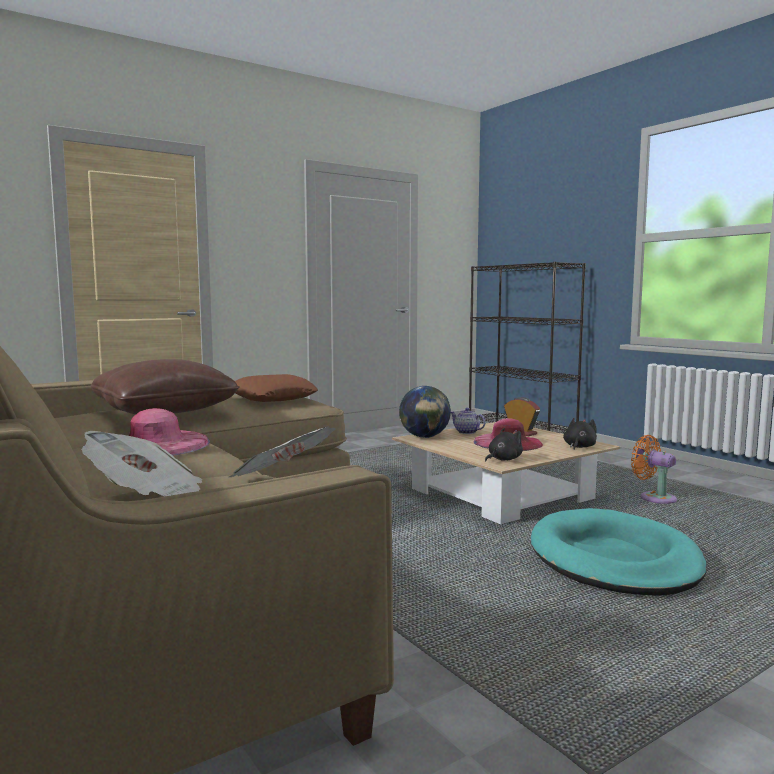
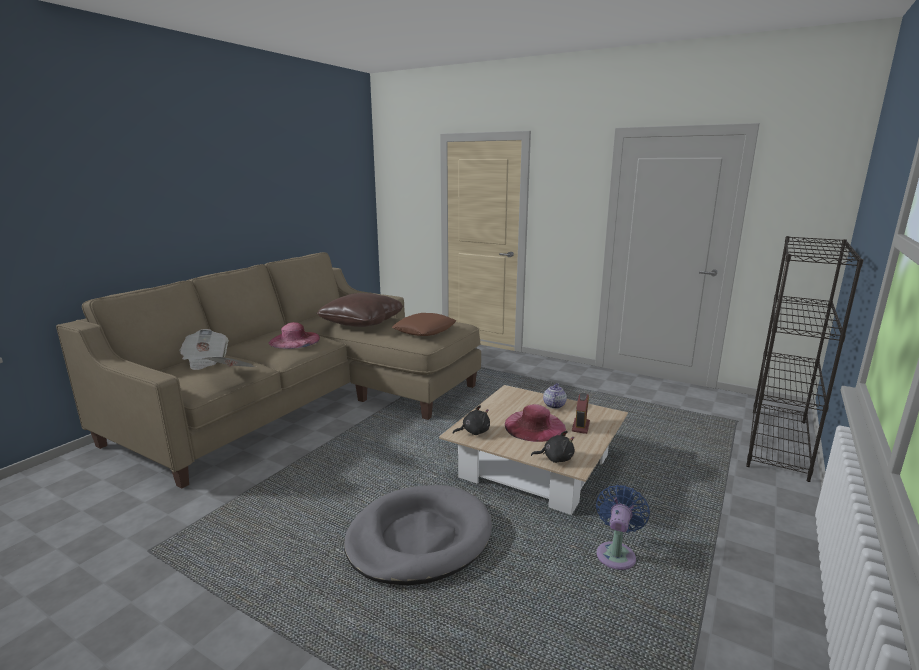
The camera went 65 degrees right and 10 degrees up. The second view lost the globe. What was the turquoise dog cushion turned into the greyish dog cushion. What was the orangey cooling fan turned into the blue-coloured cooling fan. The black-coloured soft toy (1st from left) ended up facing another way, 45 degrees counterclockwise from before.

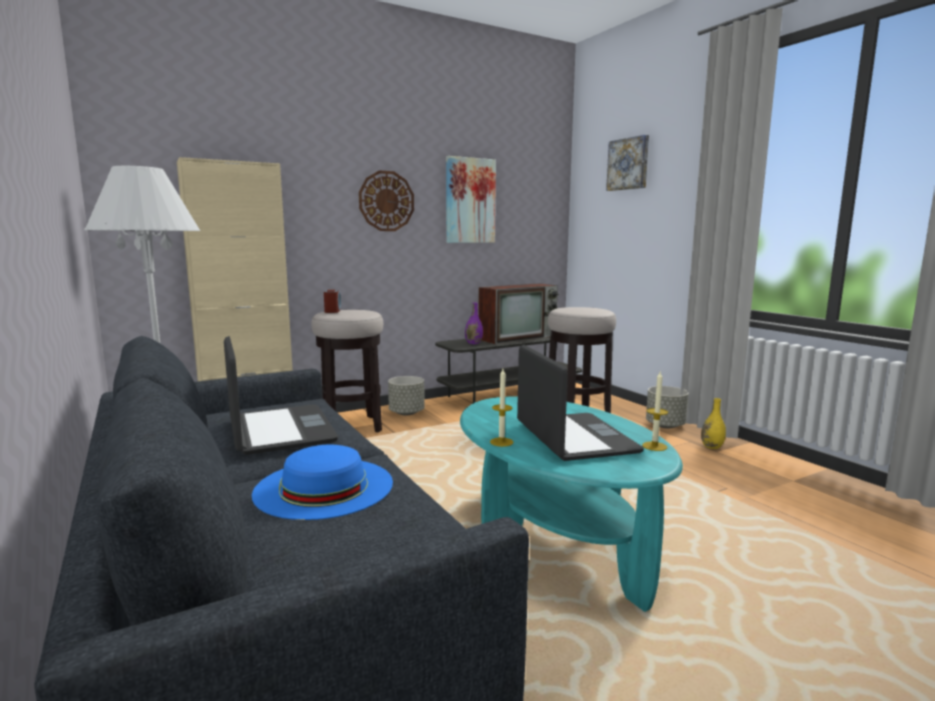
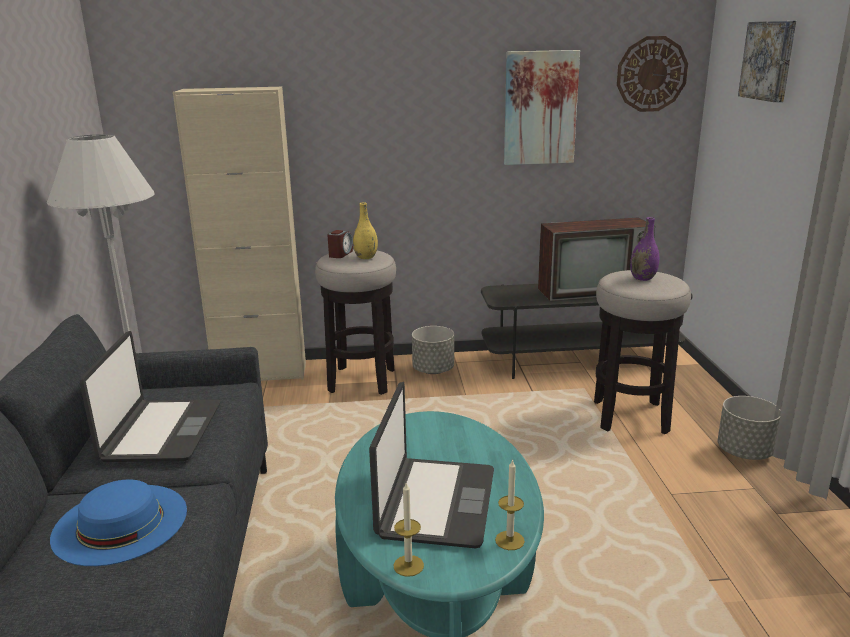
The camera went 25 degrees right and 10 degrees up. The clock on the wall ended up elsewhere. The purple-coloured vase ended up elsewhere. The wax candle (1st from left) ended up elsewhere. The yellow vase ended up elsewhere.

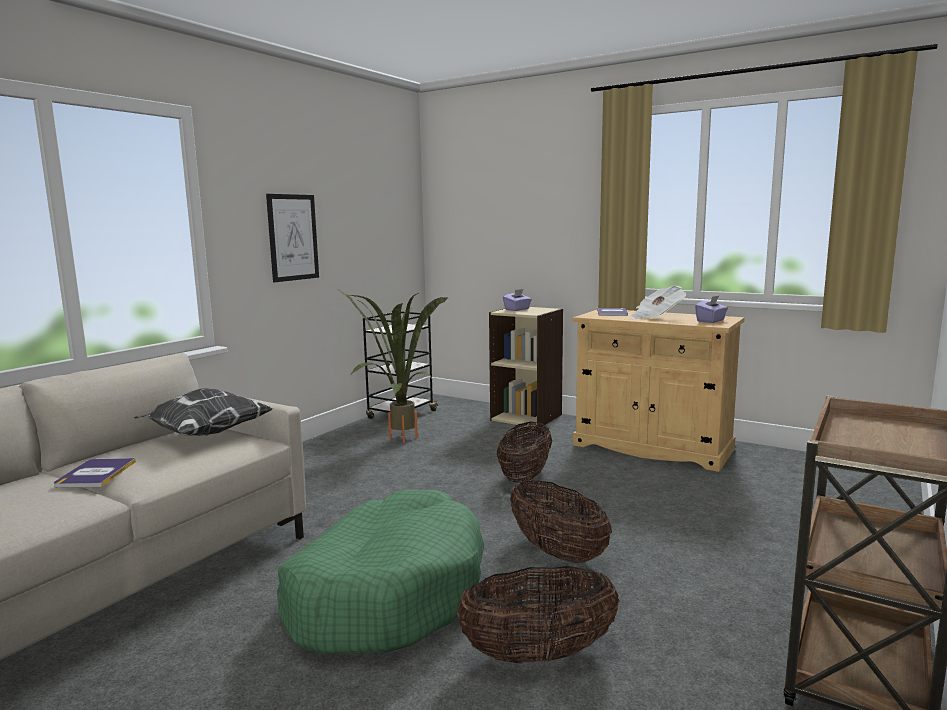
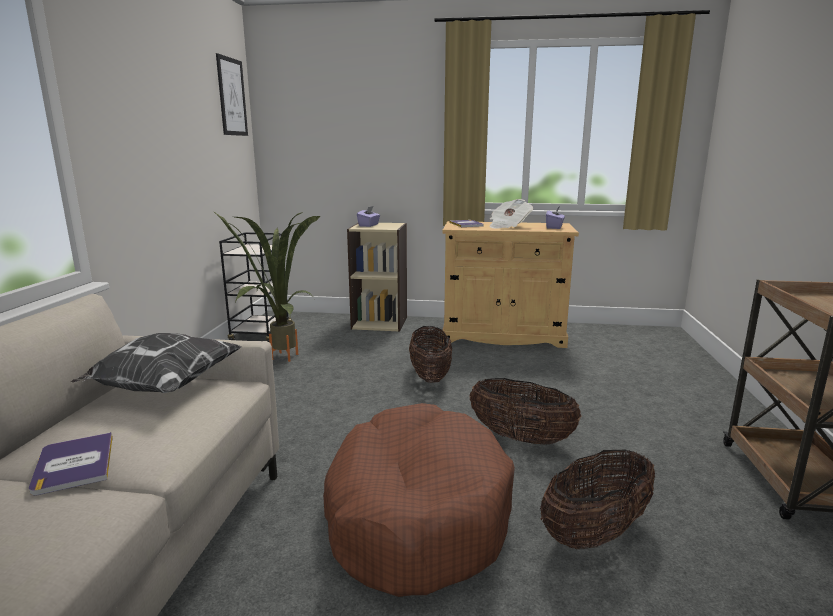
The camera went 25 degrees left and 5 degrees up. The picture ended up elsewhere. What was the greenish dog cushion turned into the brown-coloured dog cushion.

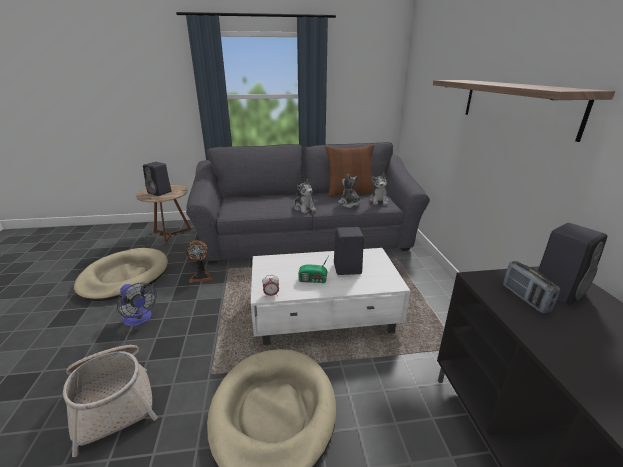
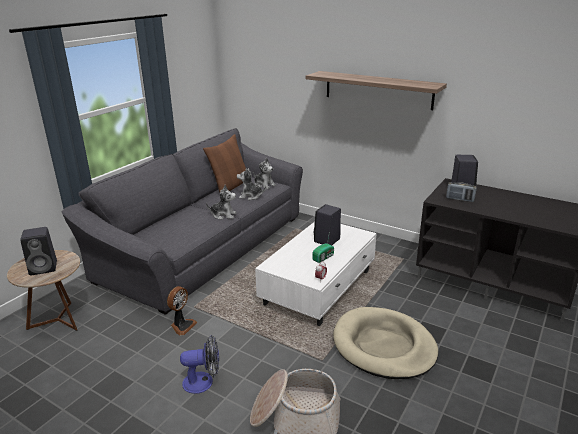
The camera went 50 degrees left and 0 degrees up. The second view lost the beige-coloured dog cushion (1st from left).

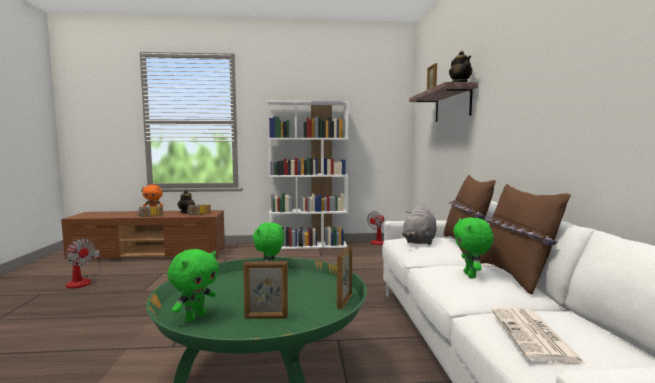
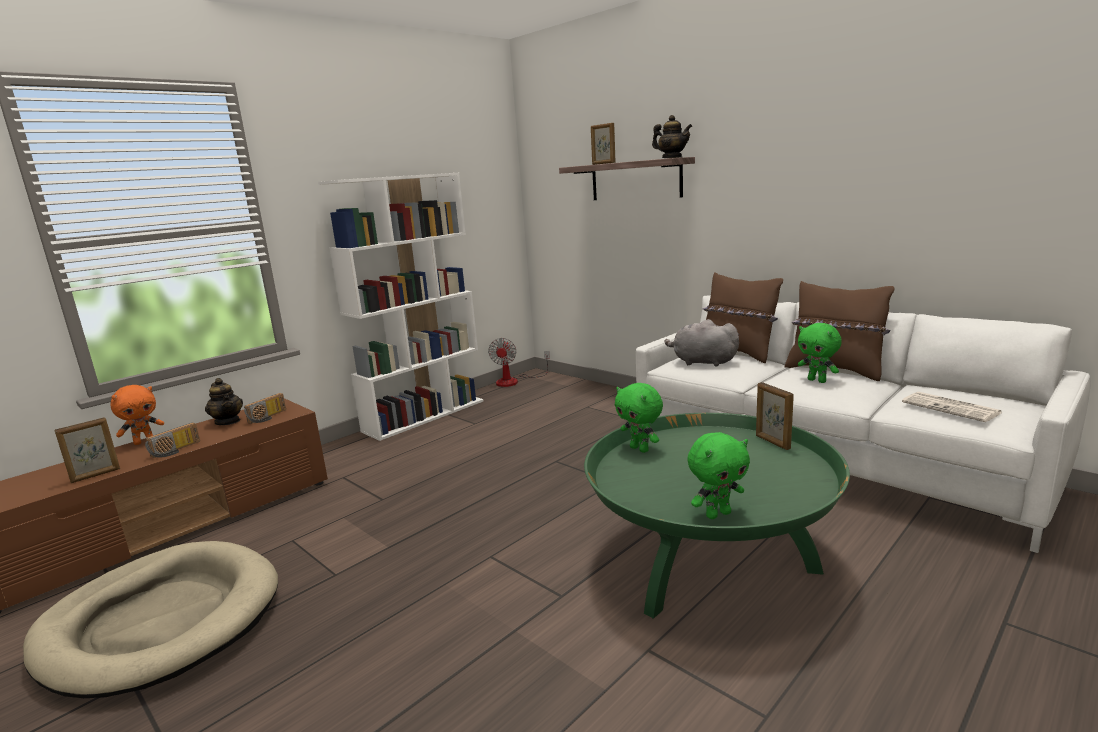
The camera went 40 degrees left and 10 degrees up. The picture frame (1st from left) ended up elsewhere. Where the cooling fan (1st from left) stood, the beige-coloured dog cushion came to stand. The greenish soft toy (1st from left in the first image) ended up facing another way, 75 degrees clockwise from before. The greyish soft toy ended up facing another way, 135 degrees clockwise from before.

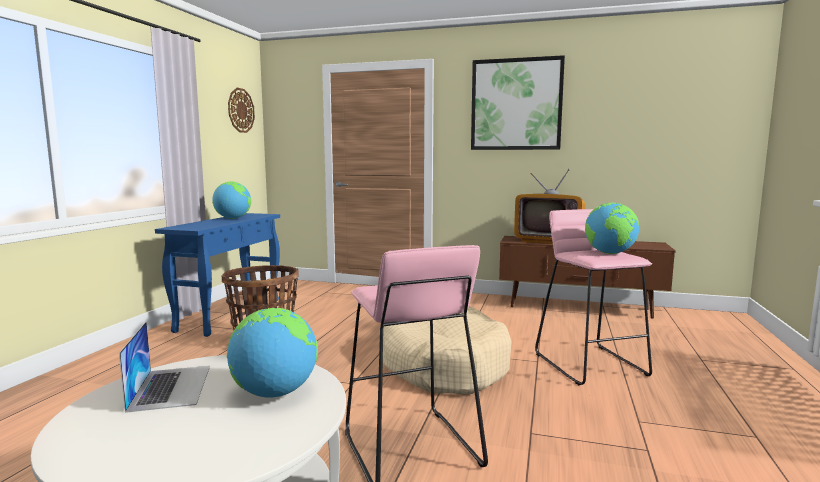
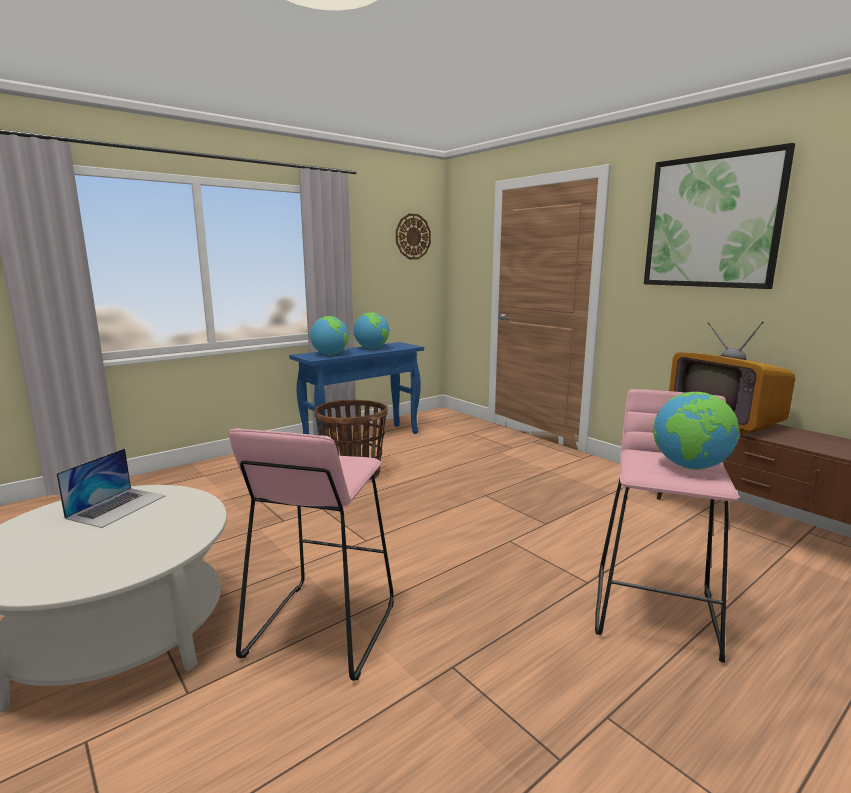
The camera went 35 degrees right and 5 degrees up. The second view lost the beige-coloured dog cushion. The globe (2nd from left in the first image) ended up elsewhere.

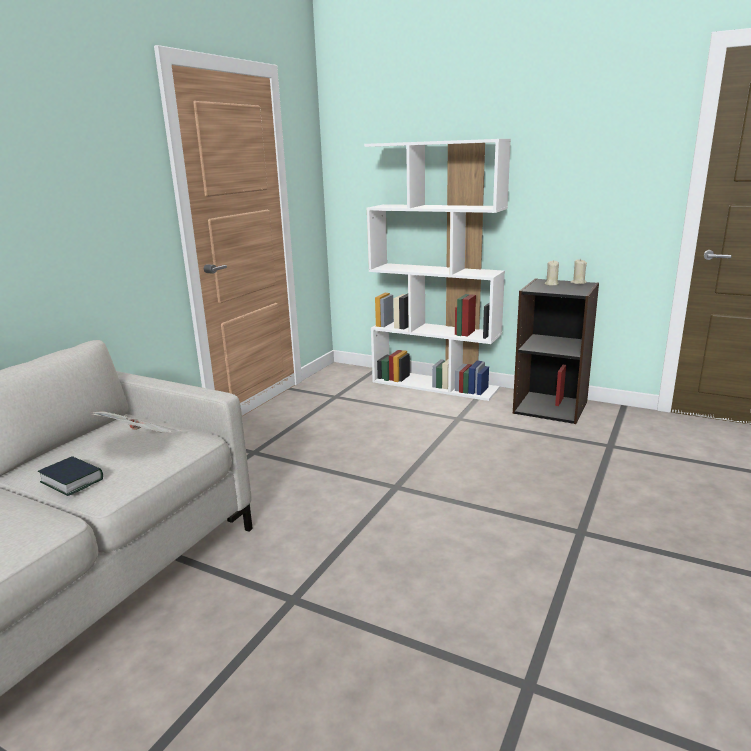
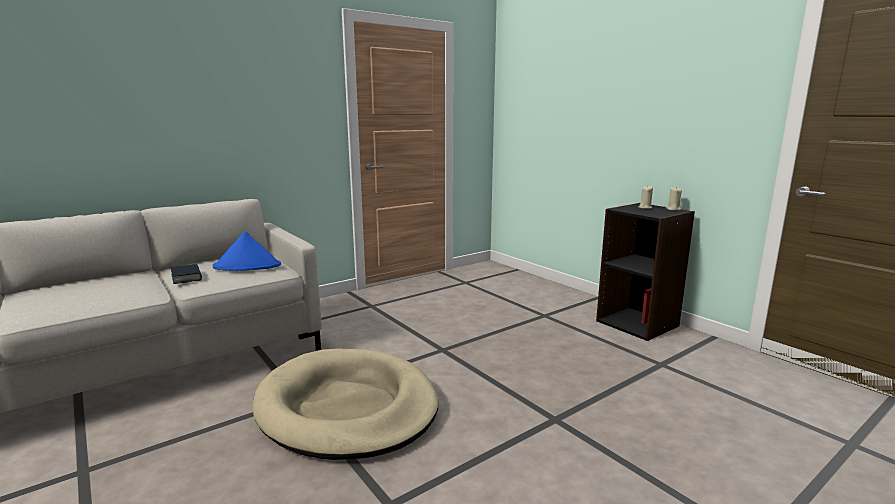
The camera went 25 degrees right and 5 degrees down. The second view lost the whitish shelving unit. The second view gained the beige-coloured dog cushion. Where the daily paper stood, the blue-coloured clothing hat came to stand.

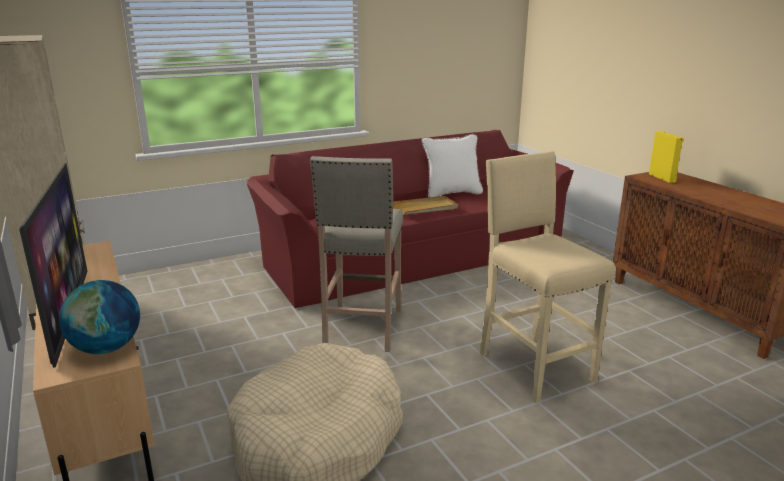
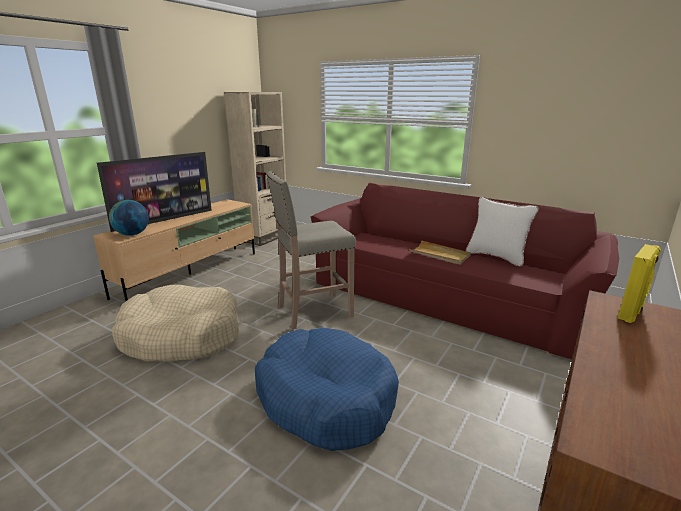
The camera went 60 degrees right and 0 degrees up. Where the beige-coloured stool seat (2nd from left) stood, the blue-coloured dog cushion came to stand.

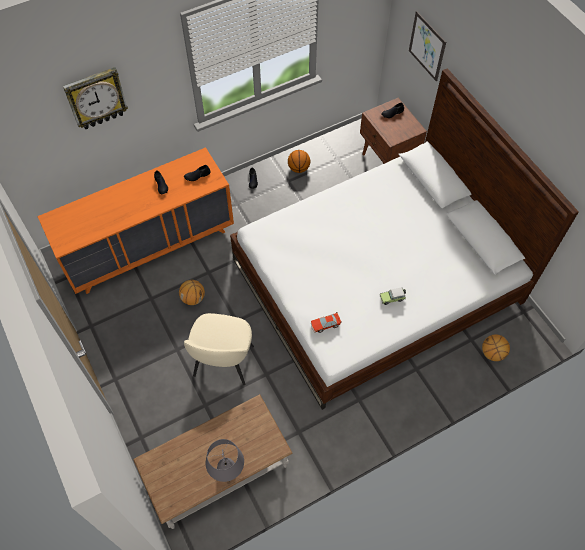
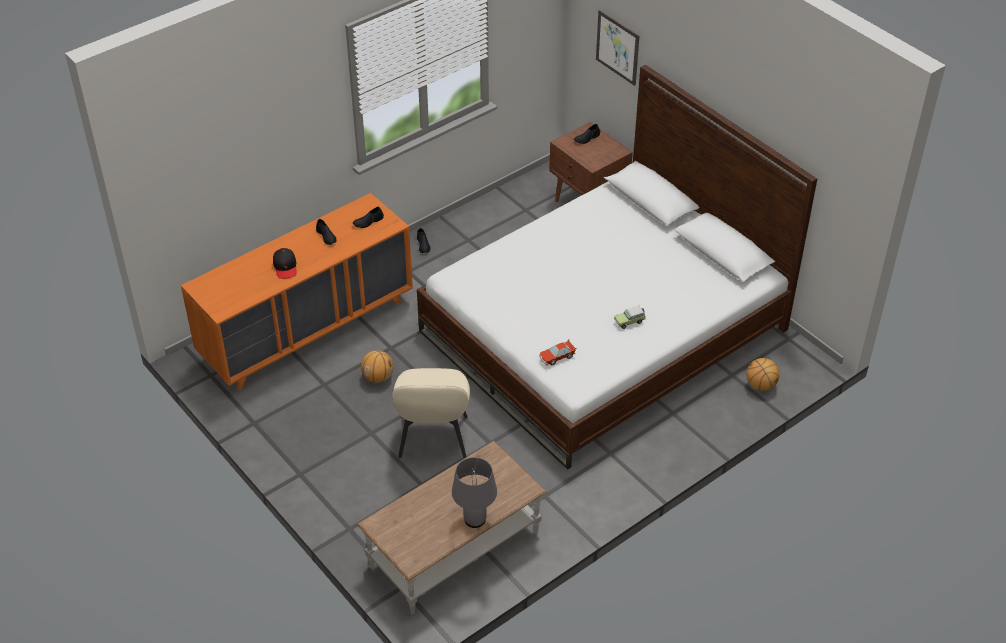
The camera went 10 degrees left and 15 degrees down. The second view lost the clock on the wall. The second view lost the basketball ball (2nd from left). The second view gained the black-coloured peaked cap.

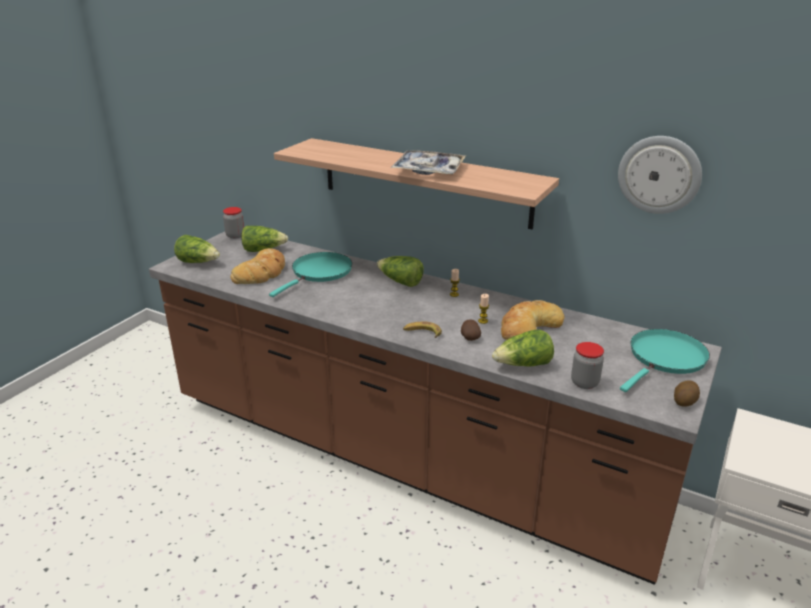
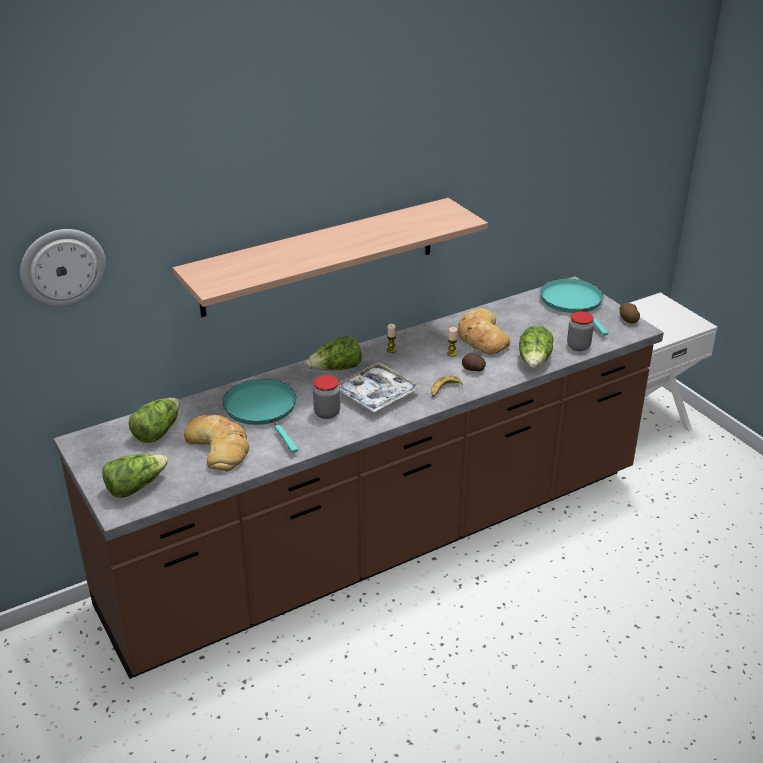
The camera went 60 degrees left and 5 degrees up. The jar (1st from left) ended up elsewhere. The serving tray ended up elsewhere. The clock on the wall ended up elsewhere.

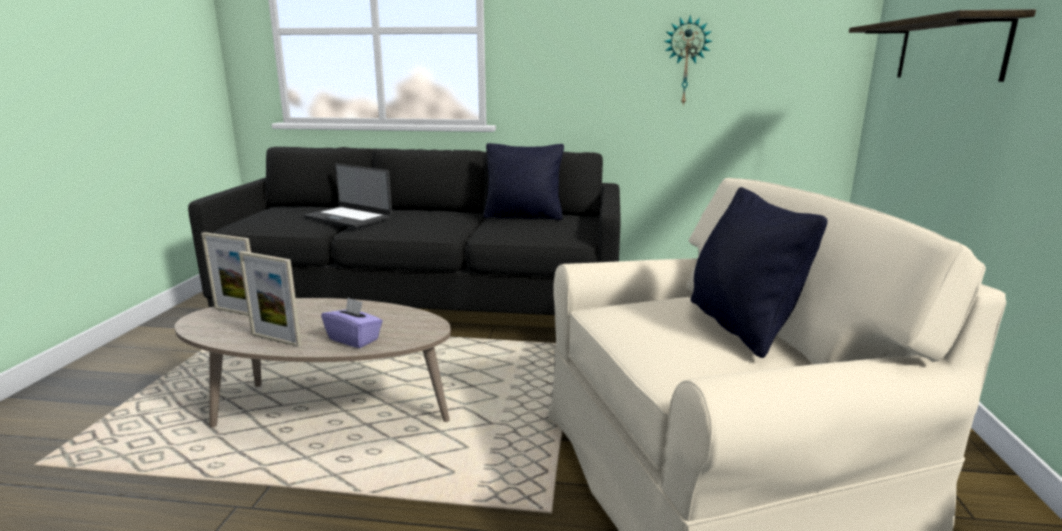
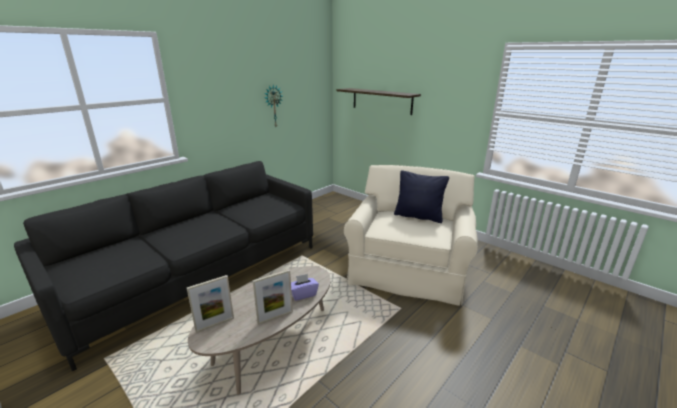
The camera went 55 degrees left and 5 degrees up. The second view lost the portable computer. The second view lost the black-coloured pillow (1st from left).

